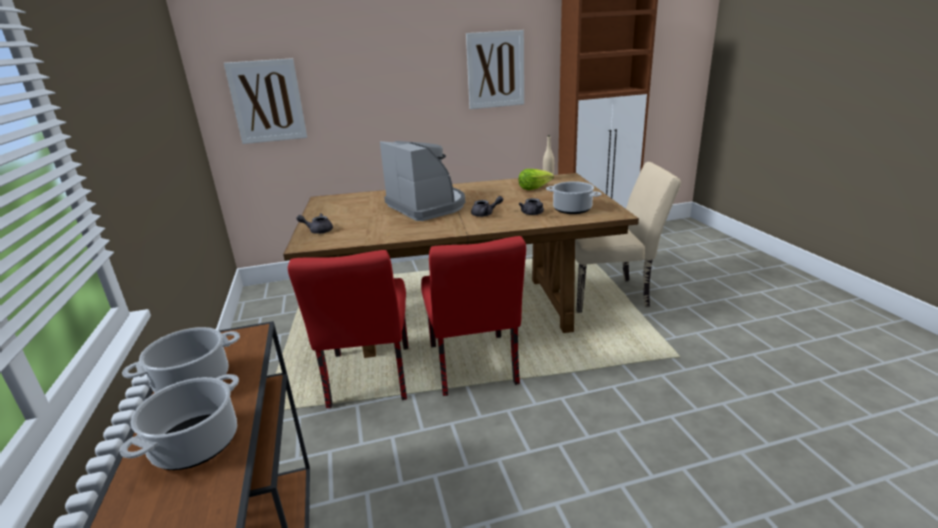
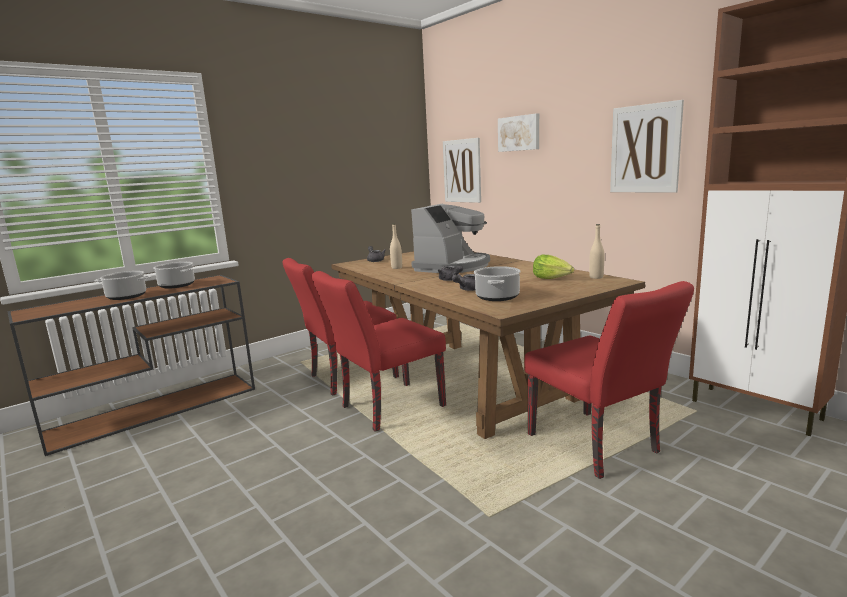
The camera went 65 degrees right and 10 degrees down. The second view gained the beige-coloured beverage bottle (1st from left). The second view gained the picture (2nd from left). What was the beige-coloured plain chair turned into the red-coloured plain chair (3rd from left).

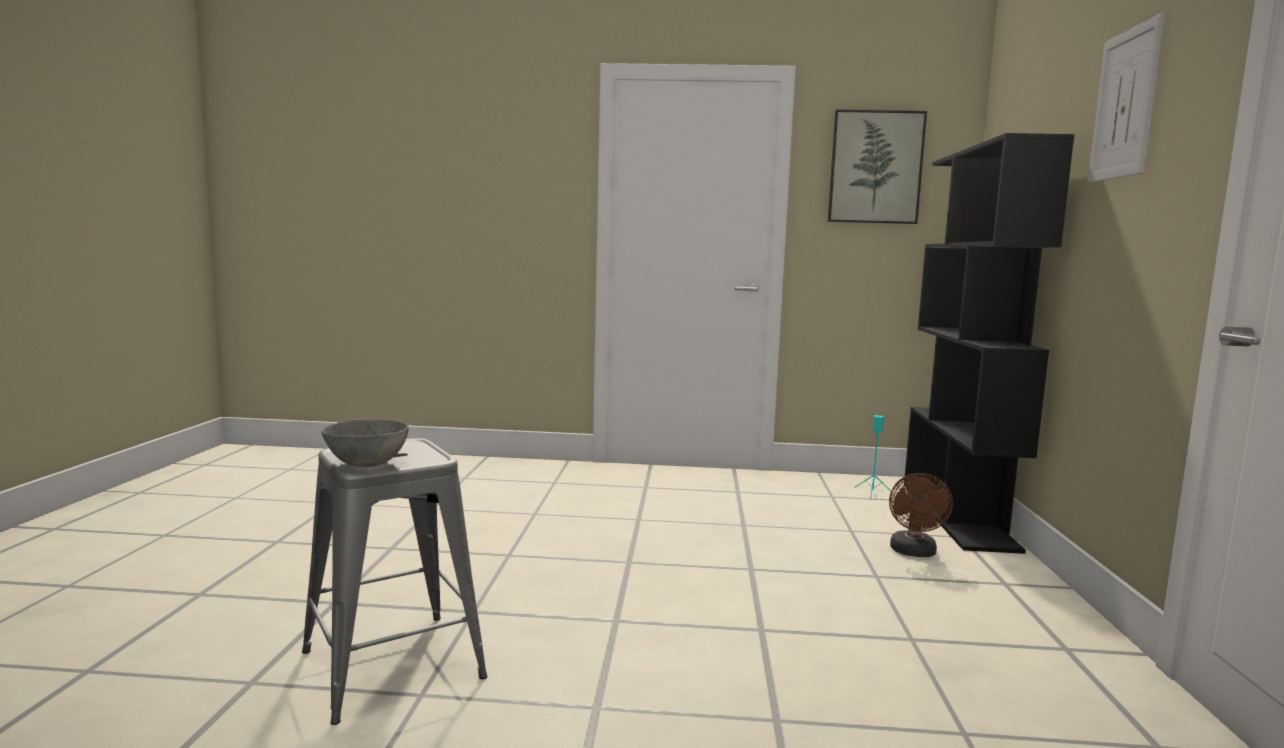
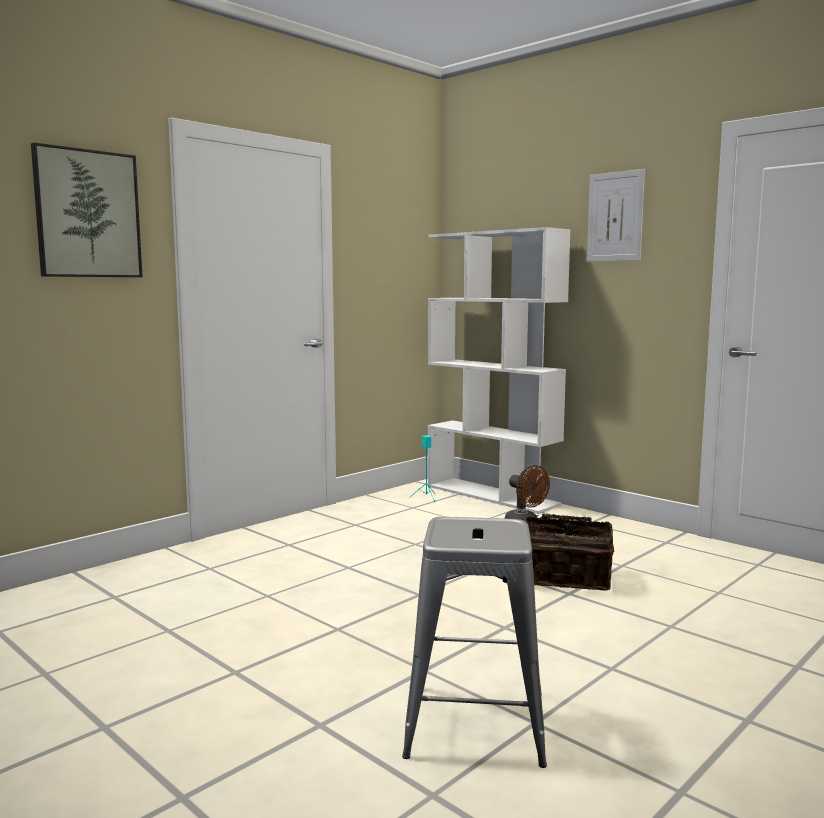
The camera went 50 degrees left and 0 degrees up. The second view lost the greyish deep dish. The second view gained the storage basket. The picture (1st from left) ended up elsewhere. What was the black-coloured shelving unit turned into the whitish shelving unit.

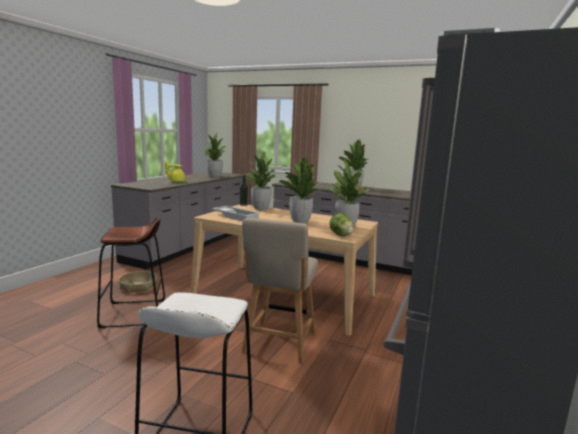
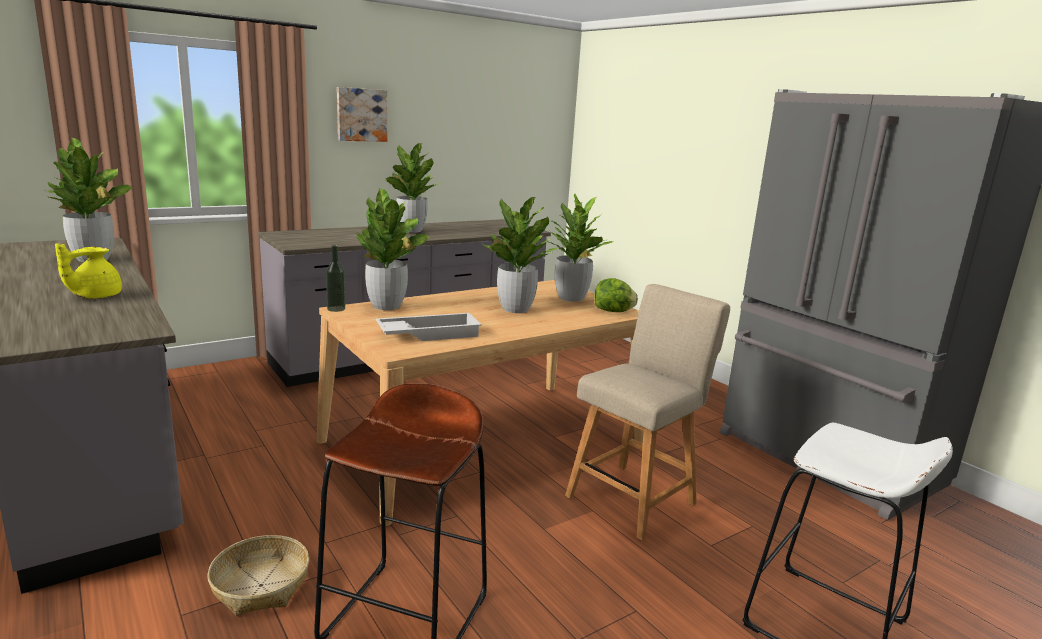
The camera went 60 degrees left and 5 degrees up. The second view gained the picture. The beige-coloured plain chair ended up facing another way, 90 degrees counterclockwise from before.

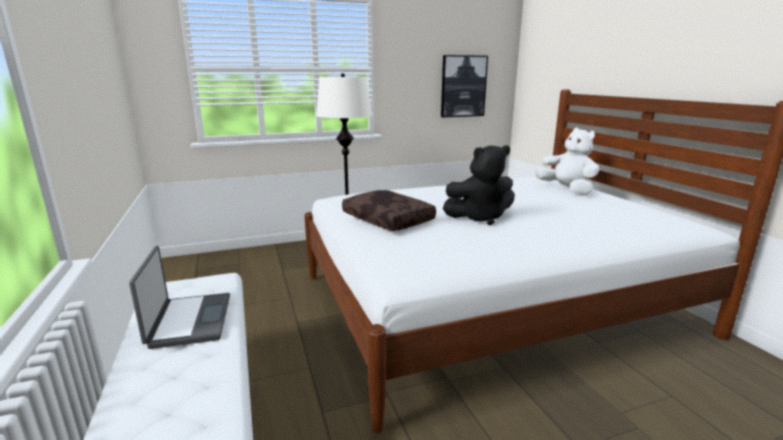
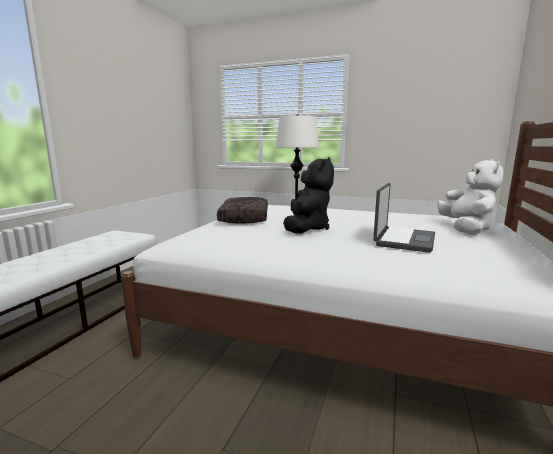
The camera went 40 degrees right and 5 degrees down. The second view lost the picture. The portable computer ended up elsewhere. The black-coloured soft toy ended up facing another way, 105 degrees counterclockwise from before.

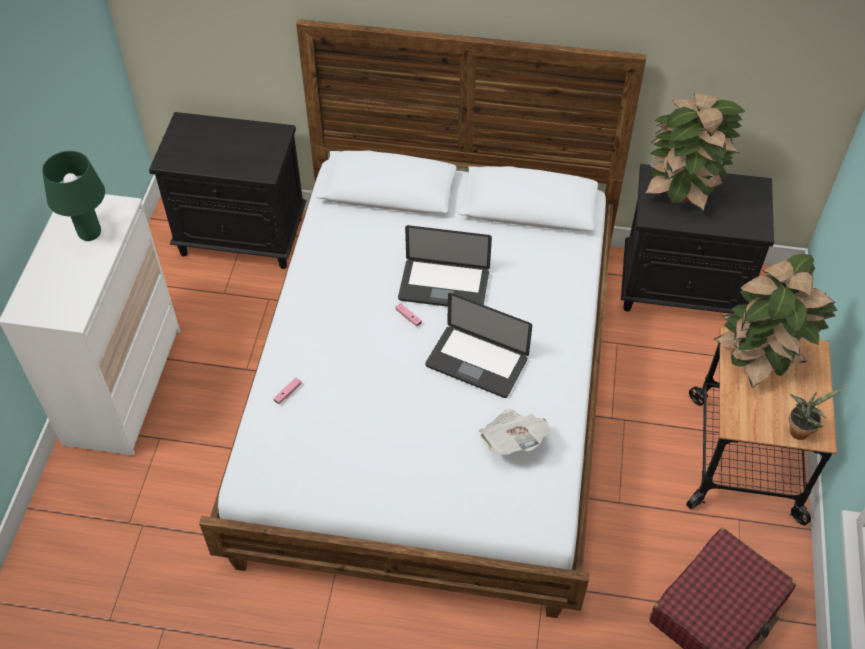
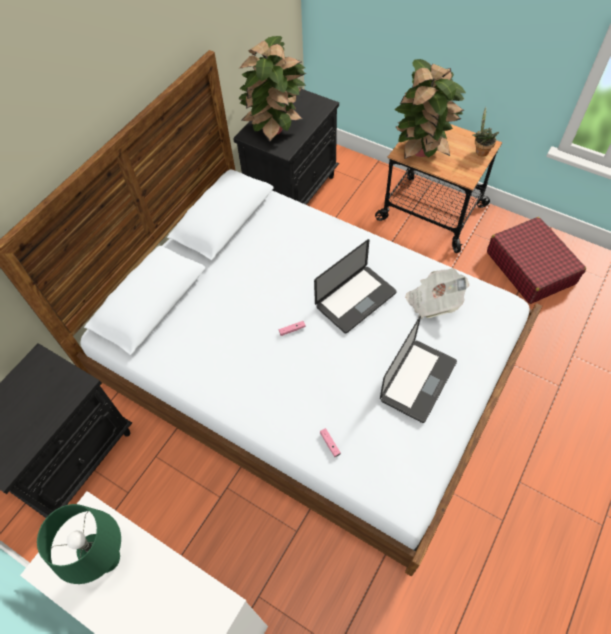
The camera went 65 degrees left and 5 degrees up. The portable computer (1st from left in the first image) ended up elsewhere.

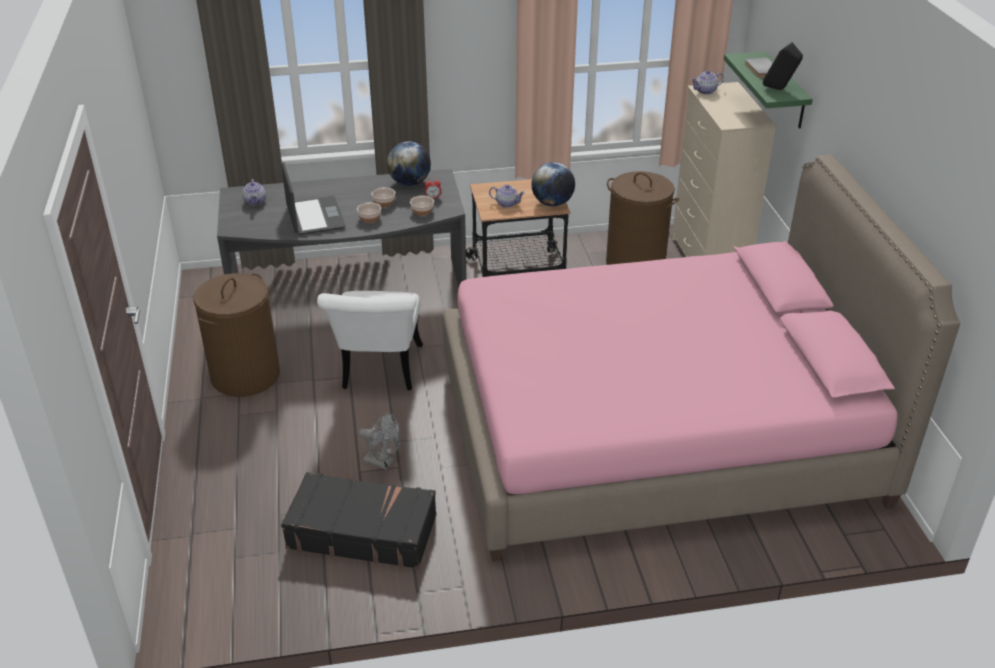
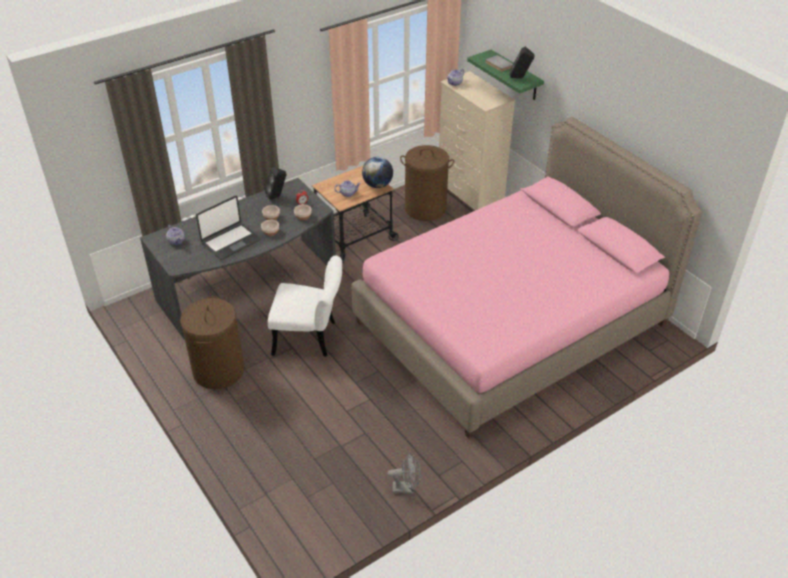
The camera went 25 degrees left and 5 degrees up. The second view lost the black-coloured piece of luggage. The greyish cooling fan ended up elsewhere. Where the globe (1st from left) stood, the black-coloured loudspeaker (1st from left) came to stand. The portable computer ended up facing another way, 90 degrees clockwise from before. The whitish plain chair ended up facing another way, 60 degrees counterclockwise from before.

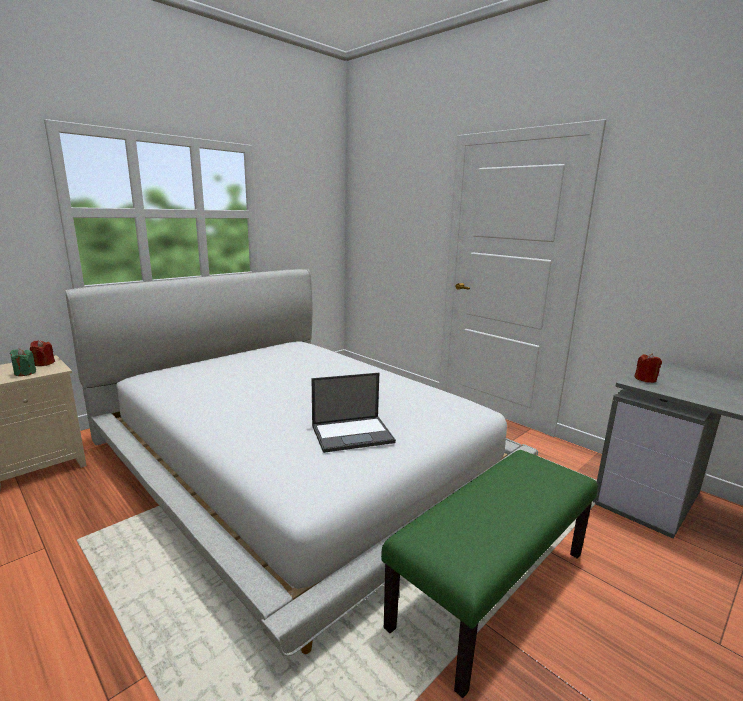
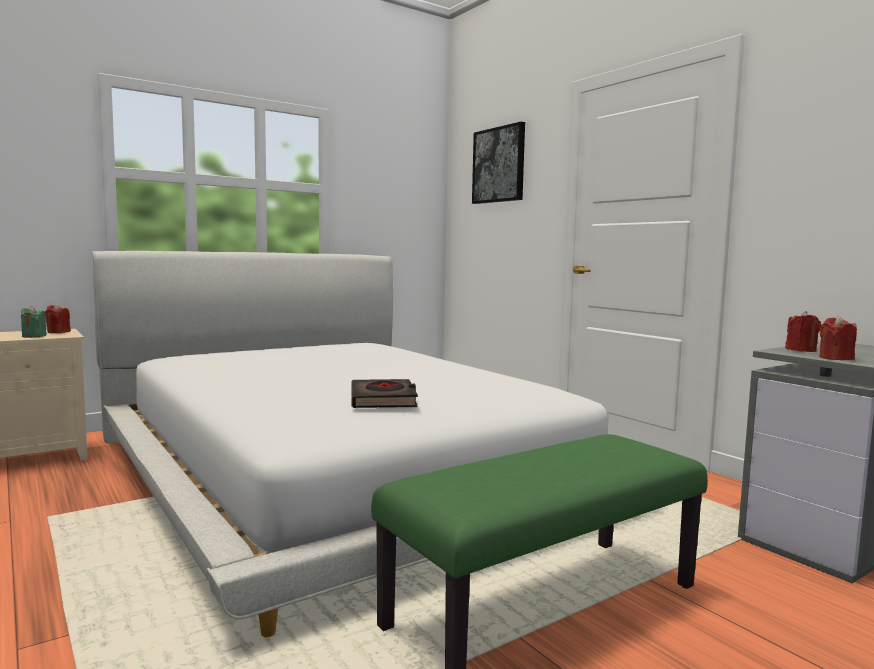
The camera went 10 degrees right and 10 degrees down. The second view gained the picture. The second view gained the red-coloured wax candle (3rd from left). Where the portable computer stood, the black-coloured book came to stand.

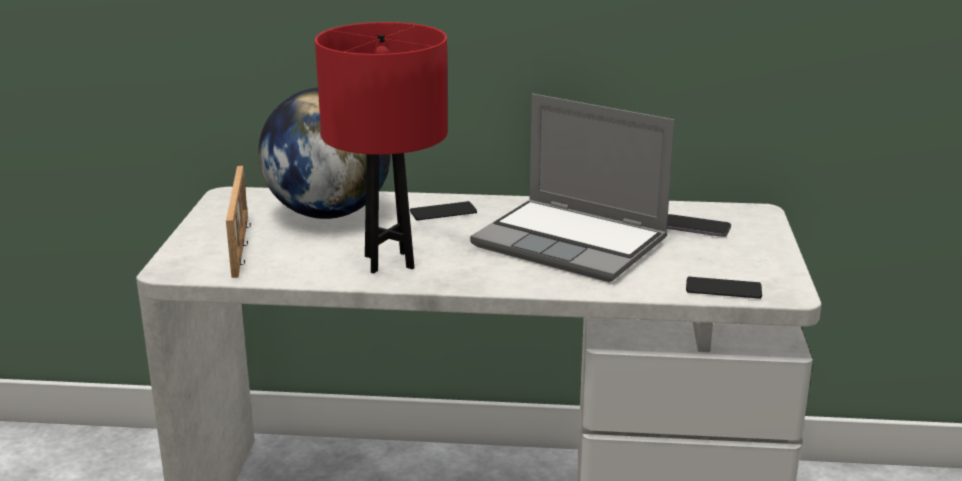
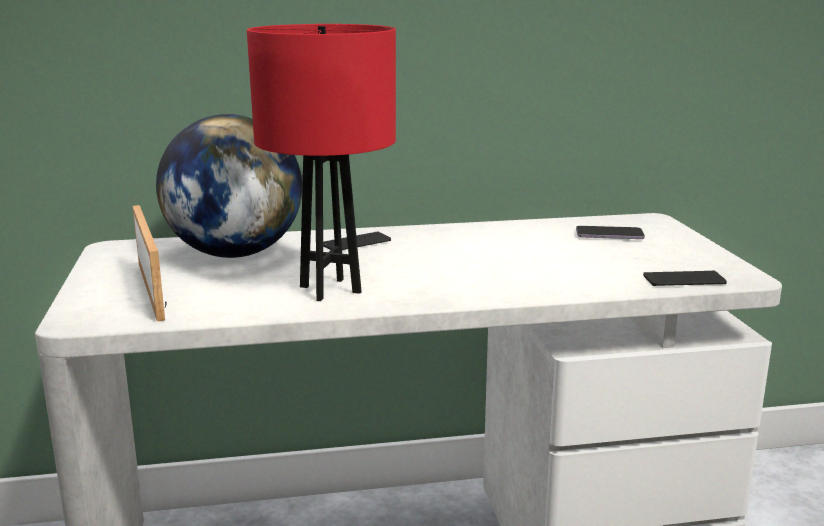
The camera went 15 degrees left and 5 degrees down. The second view lost the portable computer.

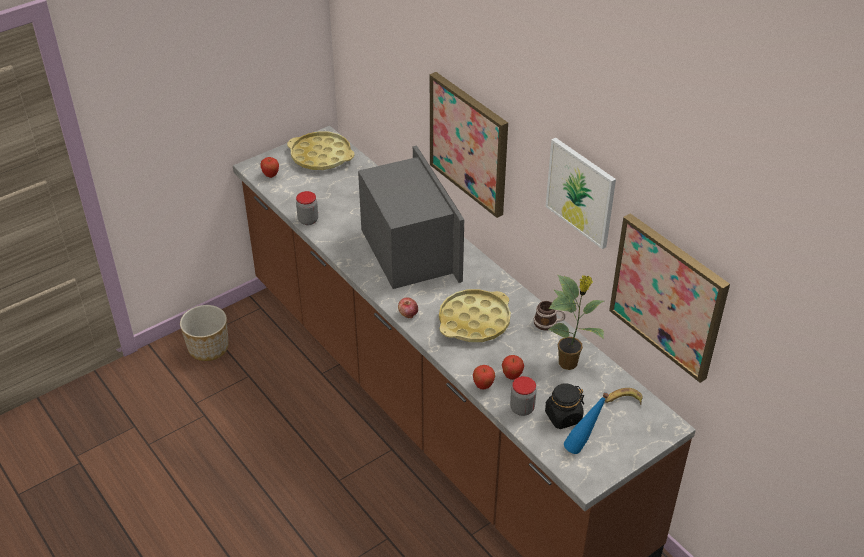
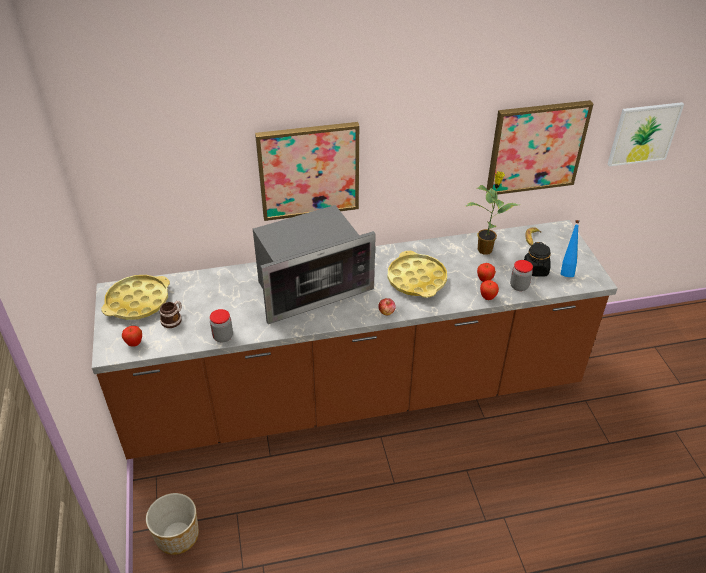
The camera went 65 degrees left and 0 degrees up. The mug ended up elsewhere. The picture (2nd from left in the first image) ended up elsewhere. The microwave ended up facing another way, 150 degrees clockwise from before.

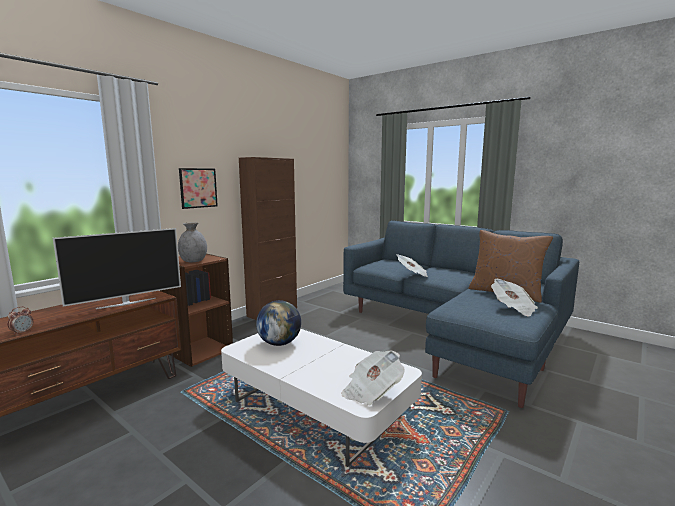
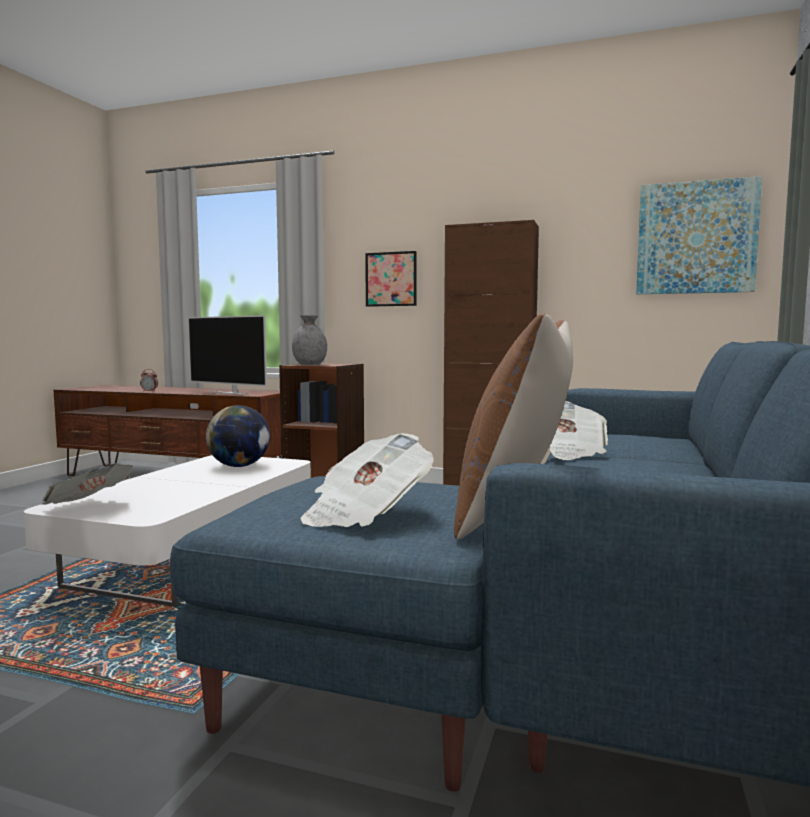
The camera went 70 degrees right and 5 degrees down. The second view gained the picture (2nd from left).

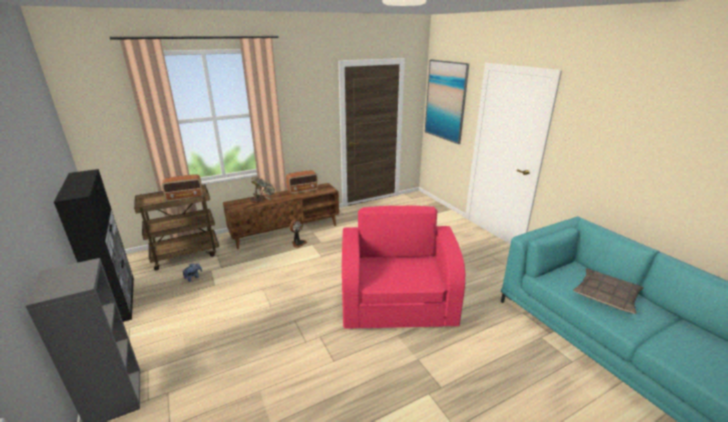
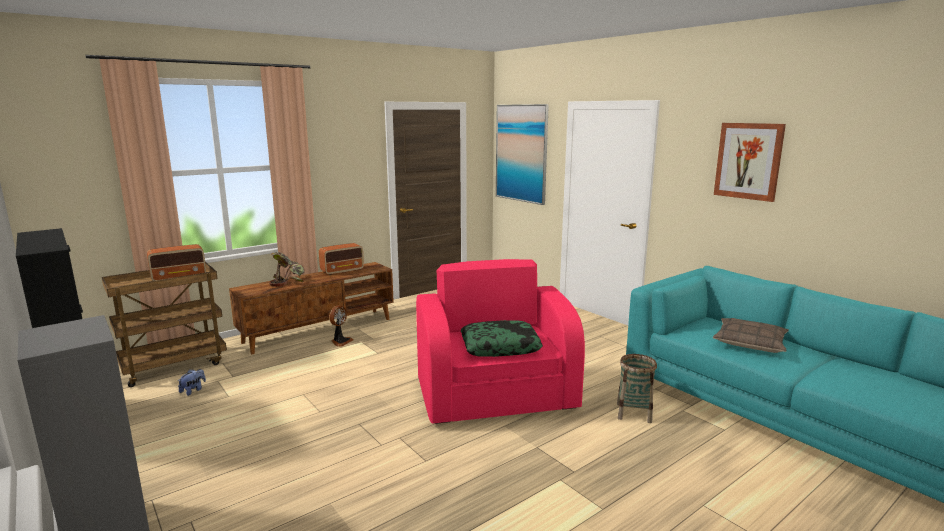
The camera went 10 degrees left and 10 degrees down. The second view gained the pillow (1st from left). The second view gained the storage basket. The second view gained the picture (2nd from left).

